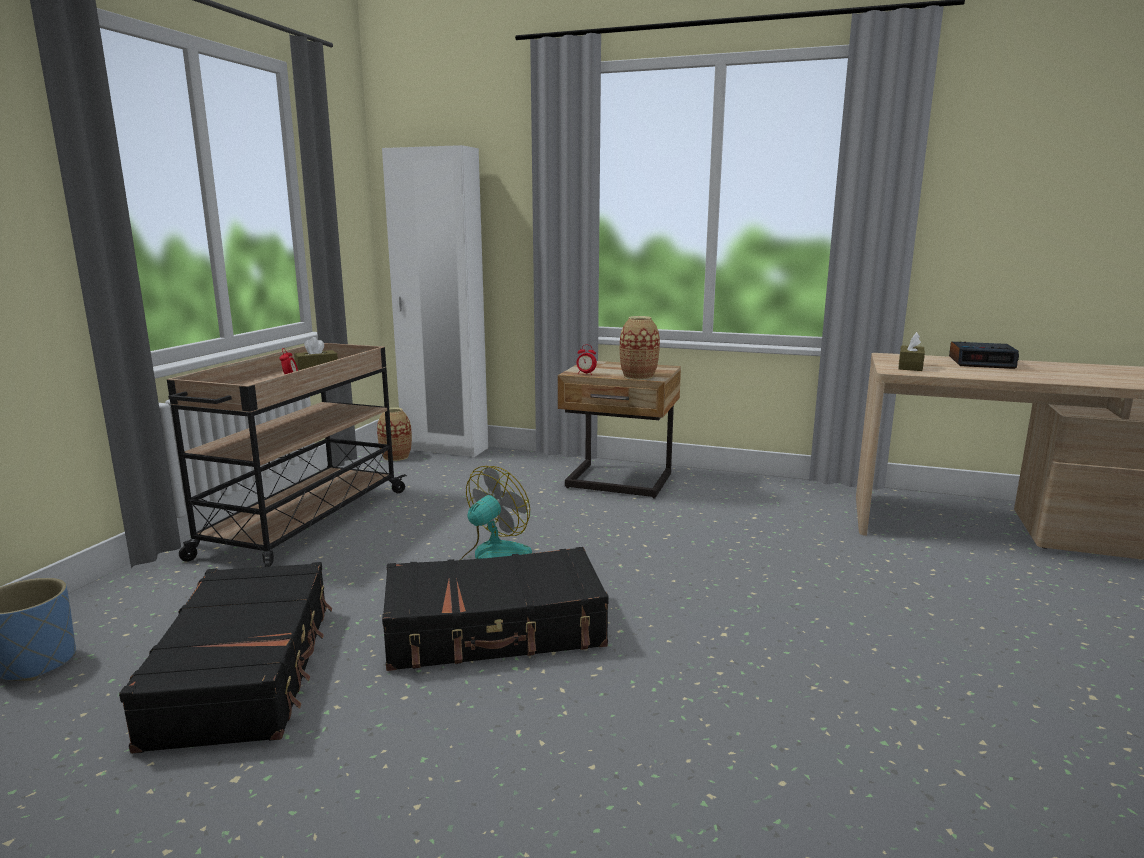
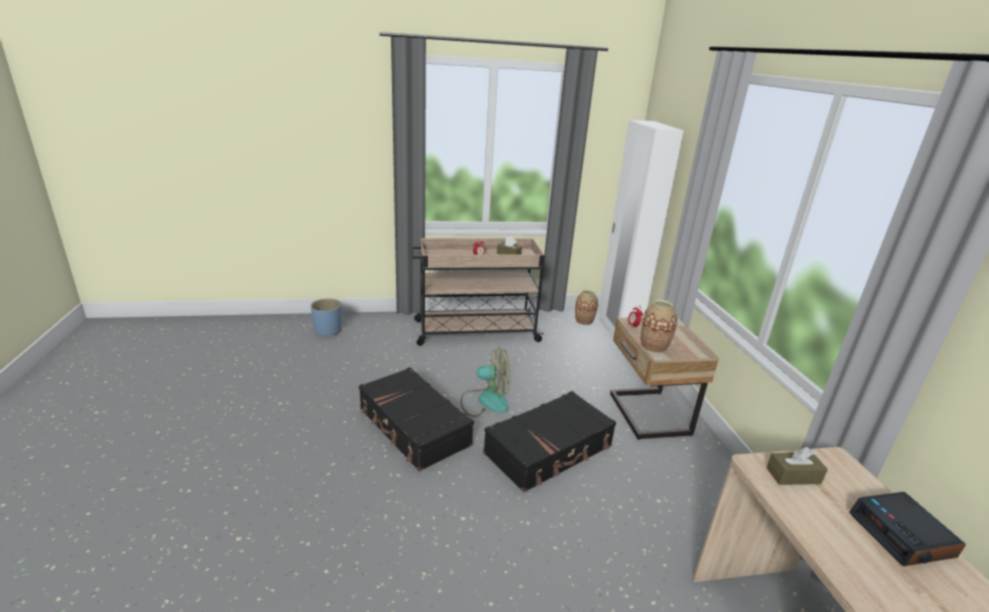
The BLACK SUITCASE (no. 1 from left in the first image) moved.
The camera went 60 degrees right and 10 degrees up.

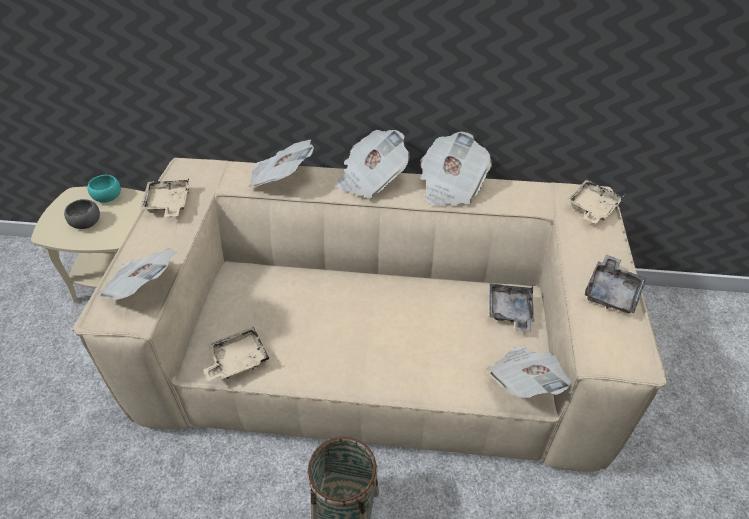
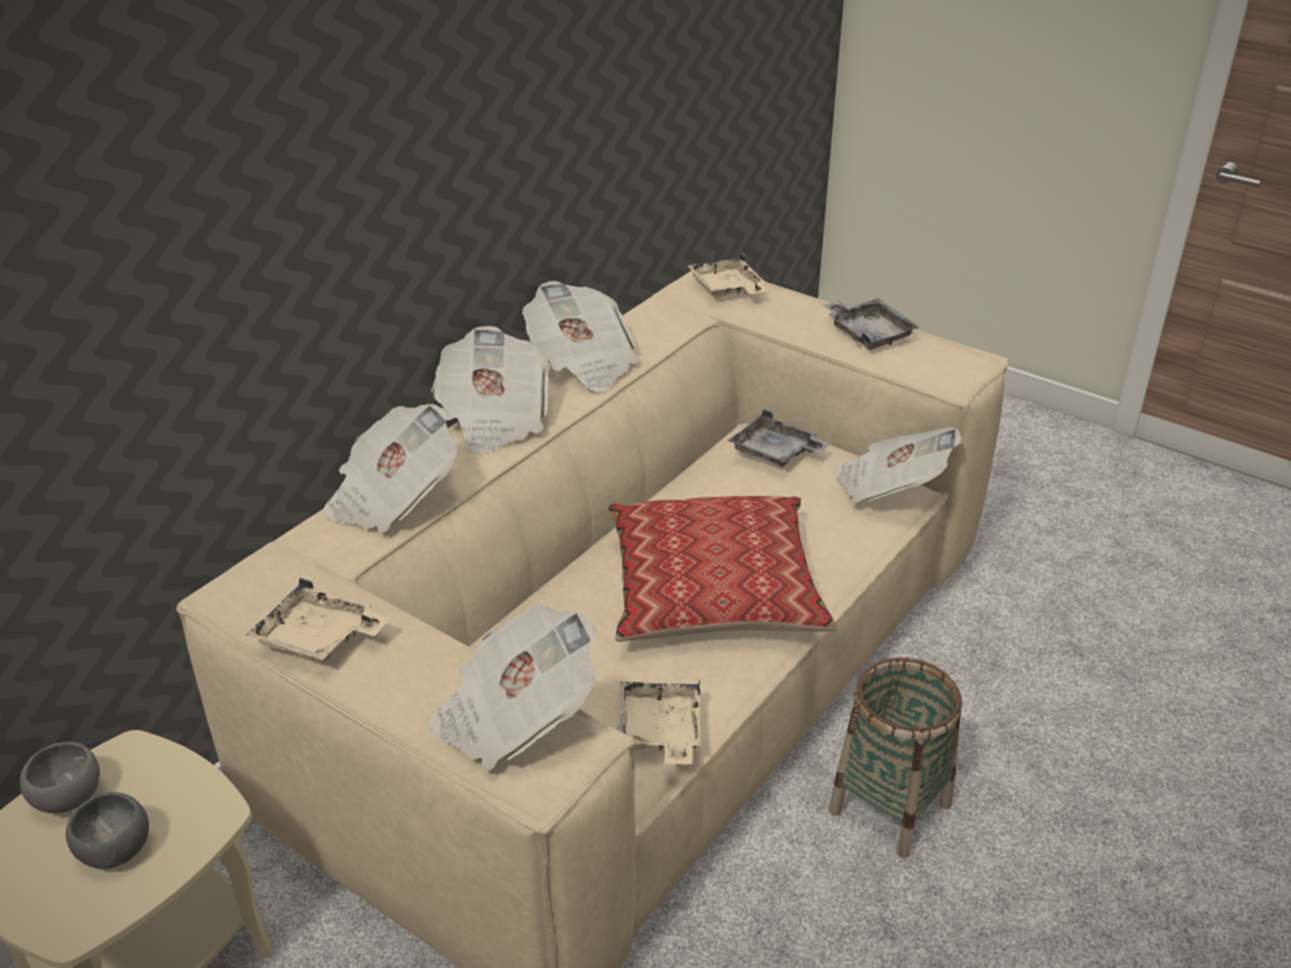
The TURQUOISE BOWL became the GREY BOWL (no. 1 from left).
The PILLOW appeared.
The camera went 60 degrees left and 10 degrees down.

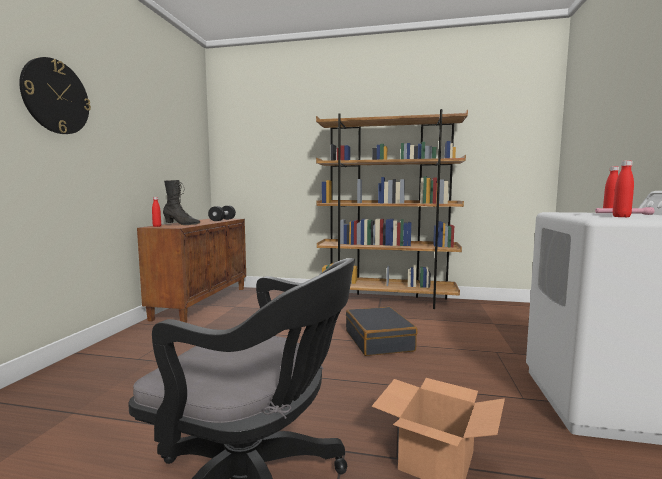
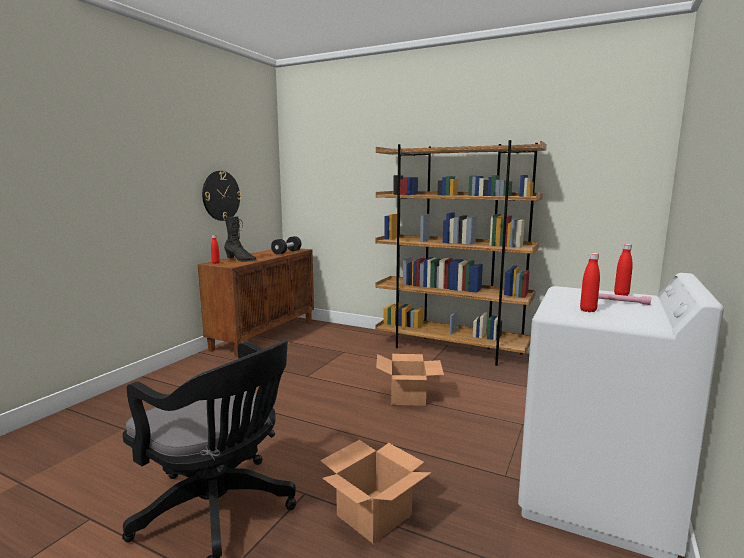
The WALL CLOCK moved.
The BLACK SUITCASE was replaced by the CARDBOARD BOX (no. 2 from left).
The camera went 15 degrees right and 5 degrees up.

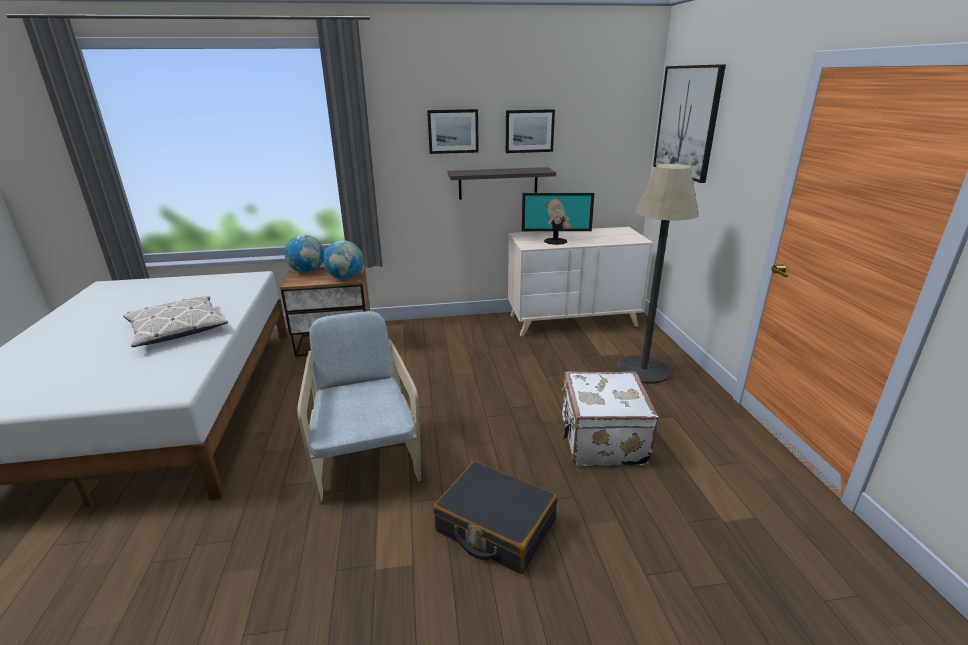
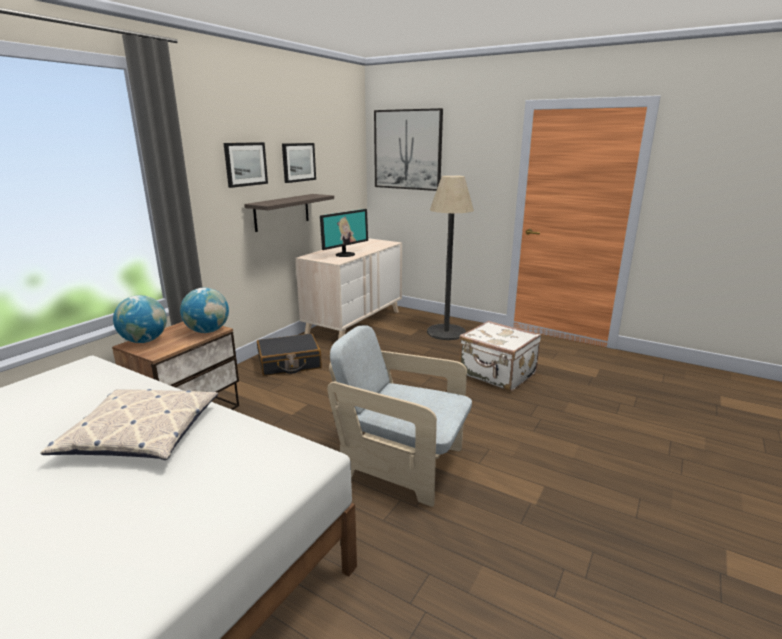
The BLACK SUITCASE moved.
The camera went 50 degrees left and 5 degrees down.

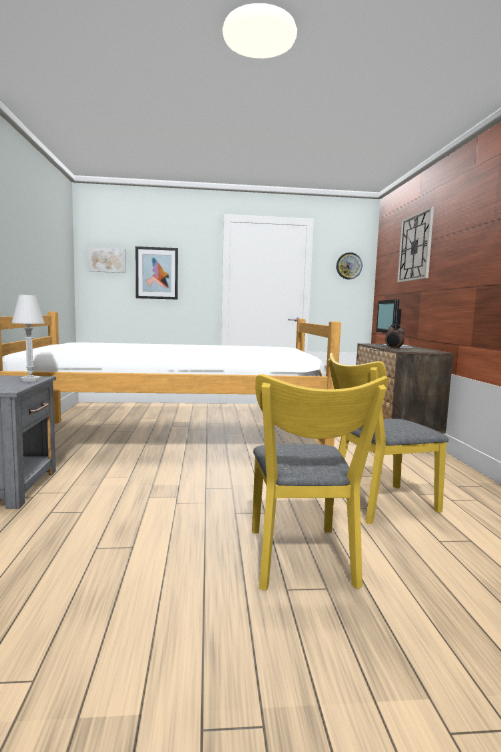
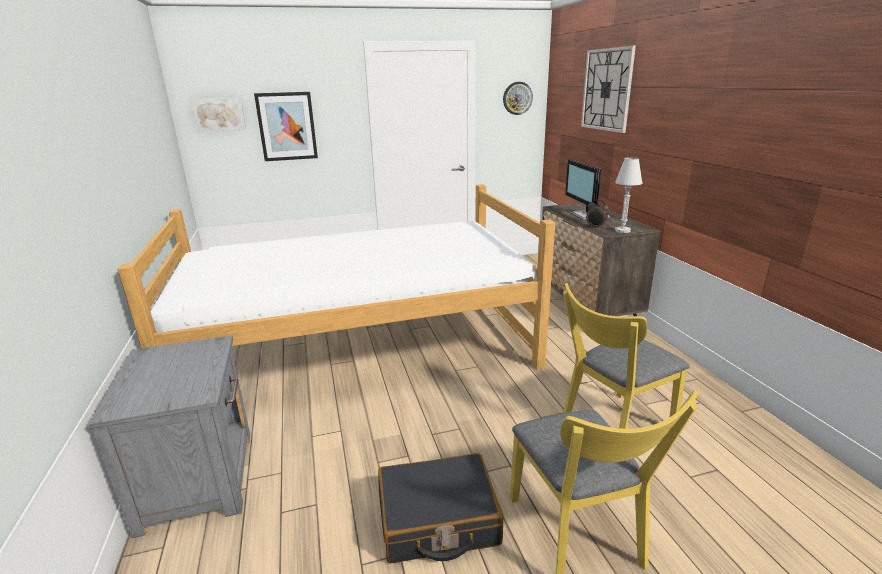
The WHITE TABLE LAMP moved.
The BLACK SUITCASE appeared.
The camera went 10 degrees left and 15 degrees up.

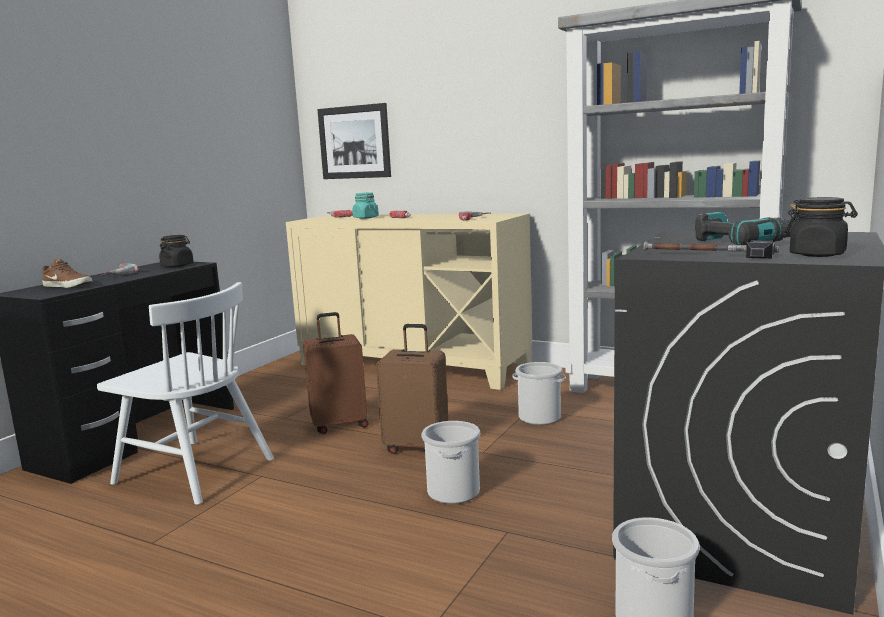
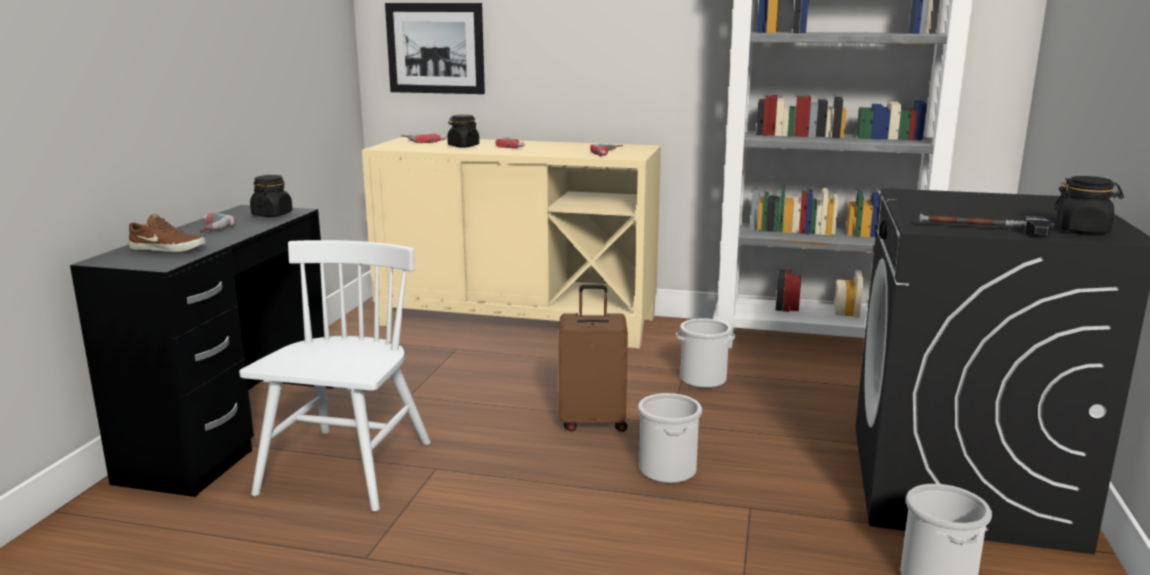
The WHITE CHAIR turned 90 degrees counterclockwise.
The BROWN SUITCASE (no. 1 from left) disappeared.
The TURQUOISE JAR became the BLACK JAR (no. 2 from left).
The POWER DRILL (no. 5 from left) disappeared.
The camera went 15 degrees left and 5 degrees up.

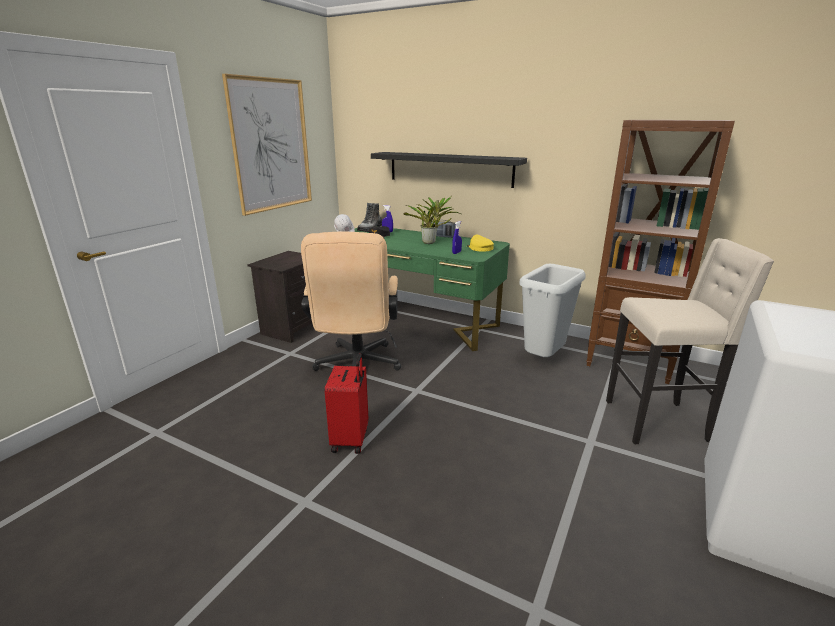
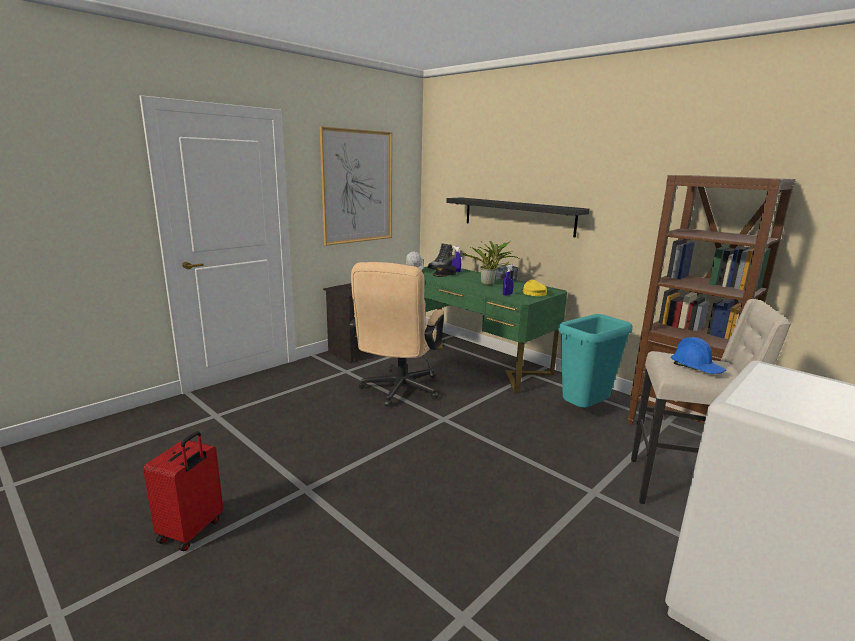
The RED SUITCASE moved.
The GREY TRASH CAN became the TURQUOISE TRASH CAN.
The BLUE HARD HAT appeared.
The camera went 15 degrees right and 5 degrees down.

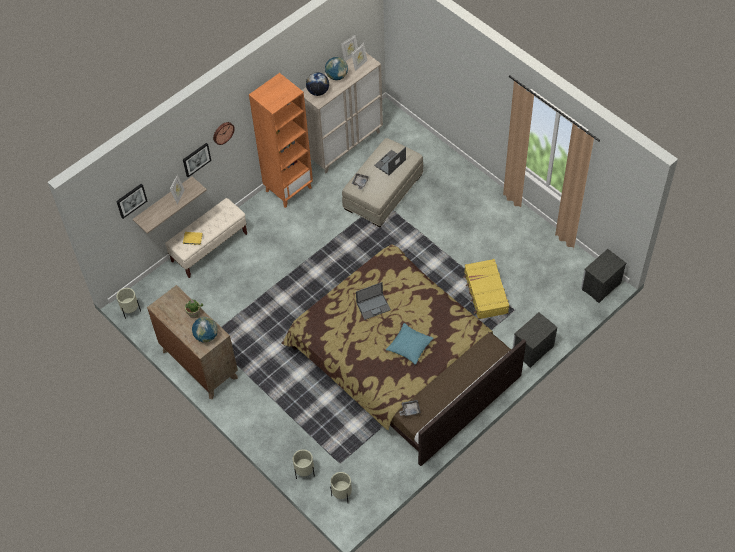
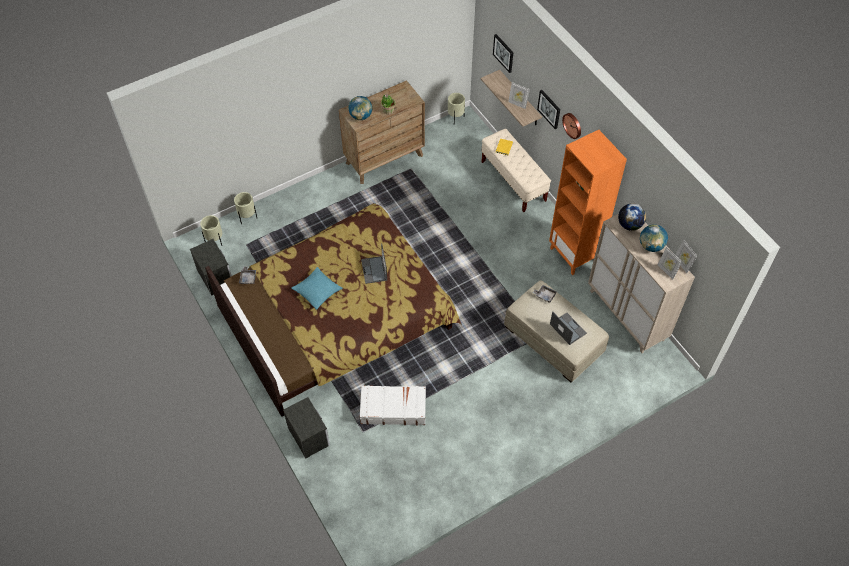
The YELLOW SUITCASE became the WHITE SUITCASE.
The NIGHTSTAND (no. 2 from left in the first image) moved.
The camera went 100 degrees right and 0 degrees up.

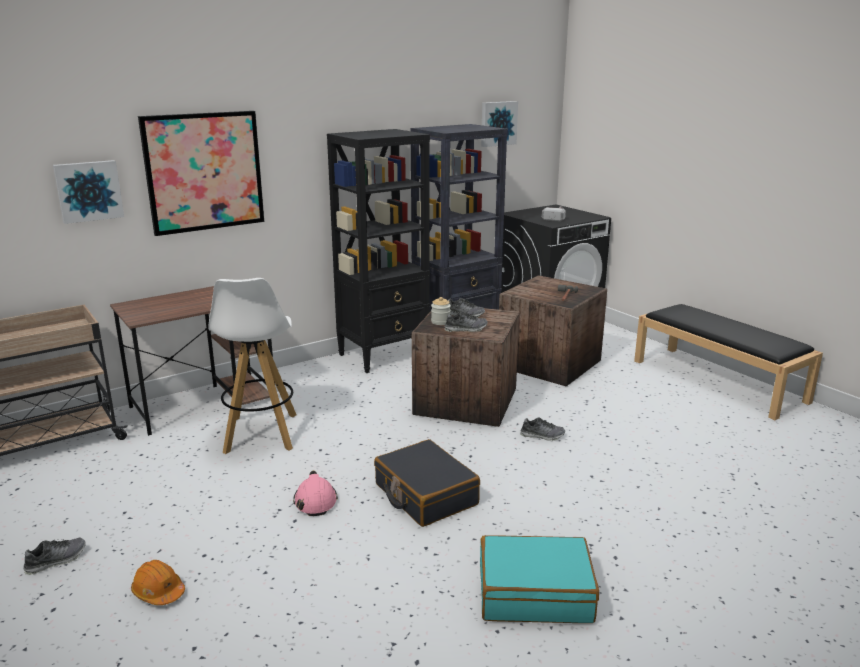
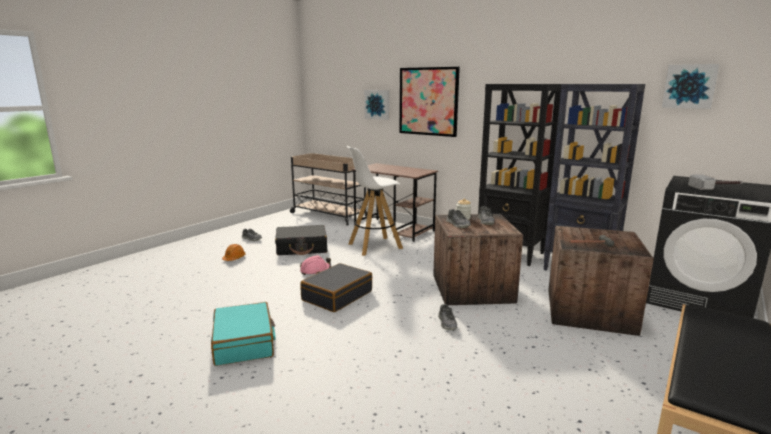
The BLACK SUITCASE (no. 1 from left) appeared.
The camera went 70 degrees right and 5 degrees down.

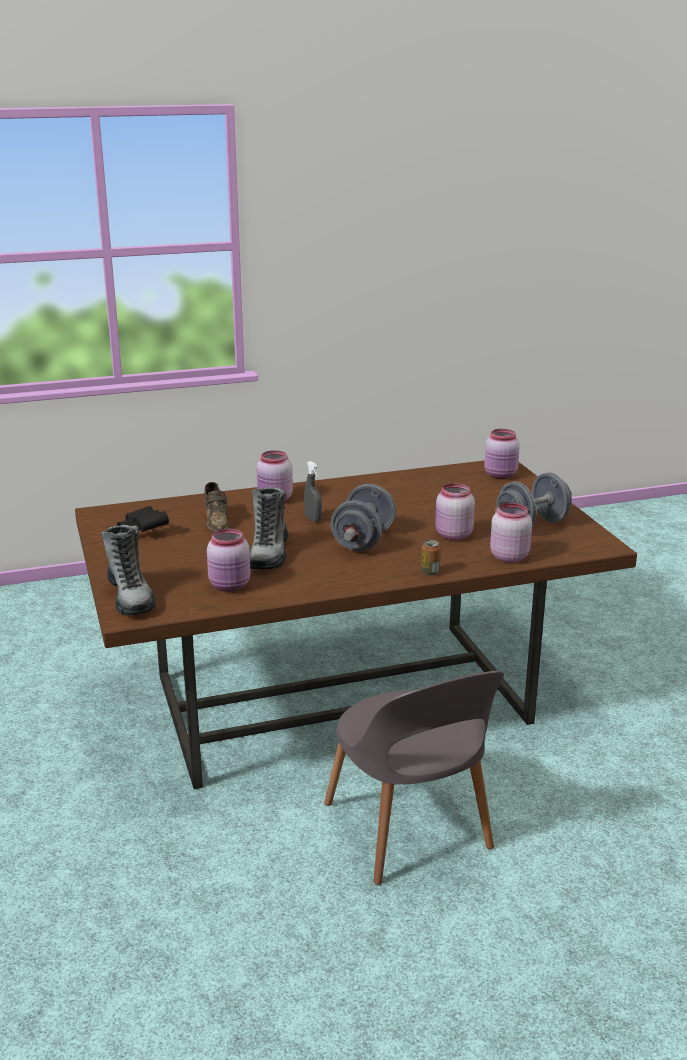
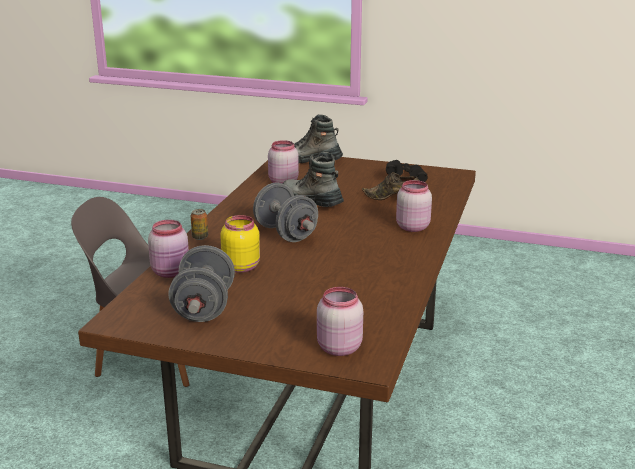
The GREY SPRAY BOTTLE disappeared.
The PINK JAR (no. 3 from left) became the YELLOW JAR.
The camera went 125 degrees right and 0 degrees up.

